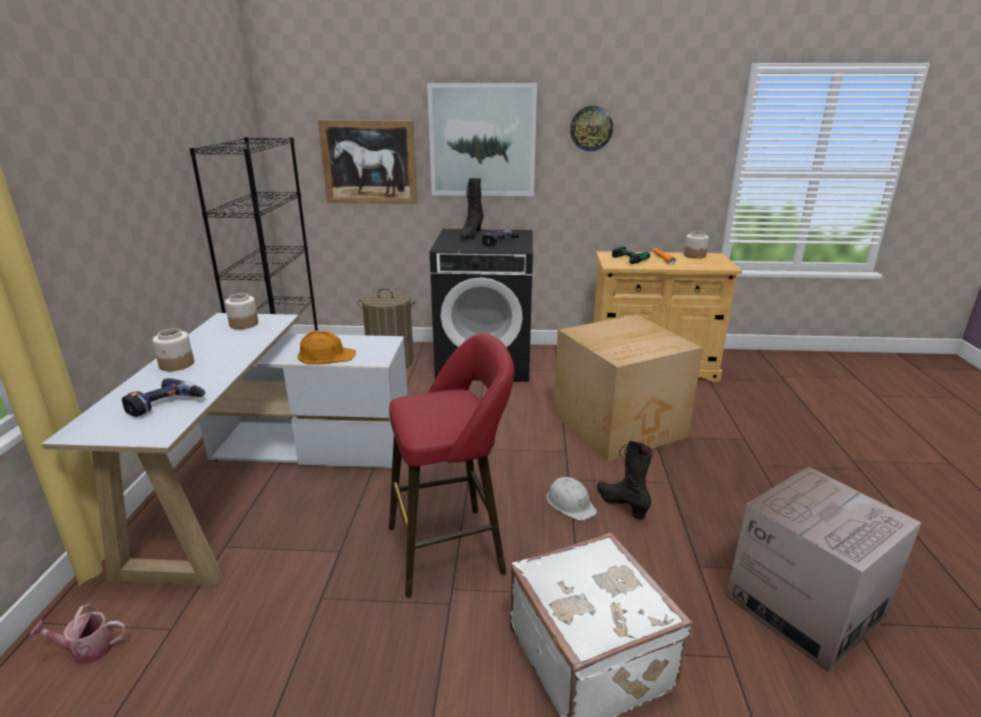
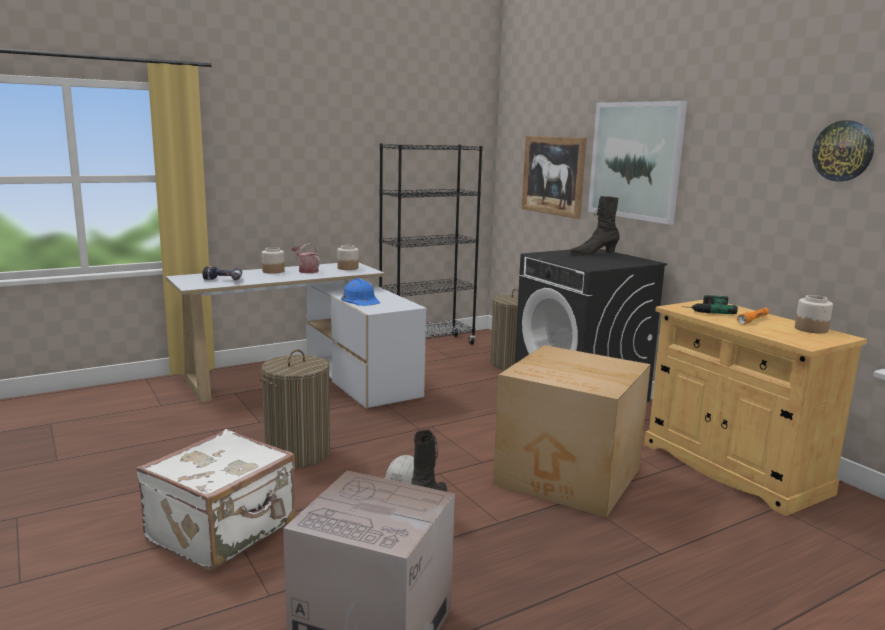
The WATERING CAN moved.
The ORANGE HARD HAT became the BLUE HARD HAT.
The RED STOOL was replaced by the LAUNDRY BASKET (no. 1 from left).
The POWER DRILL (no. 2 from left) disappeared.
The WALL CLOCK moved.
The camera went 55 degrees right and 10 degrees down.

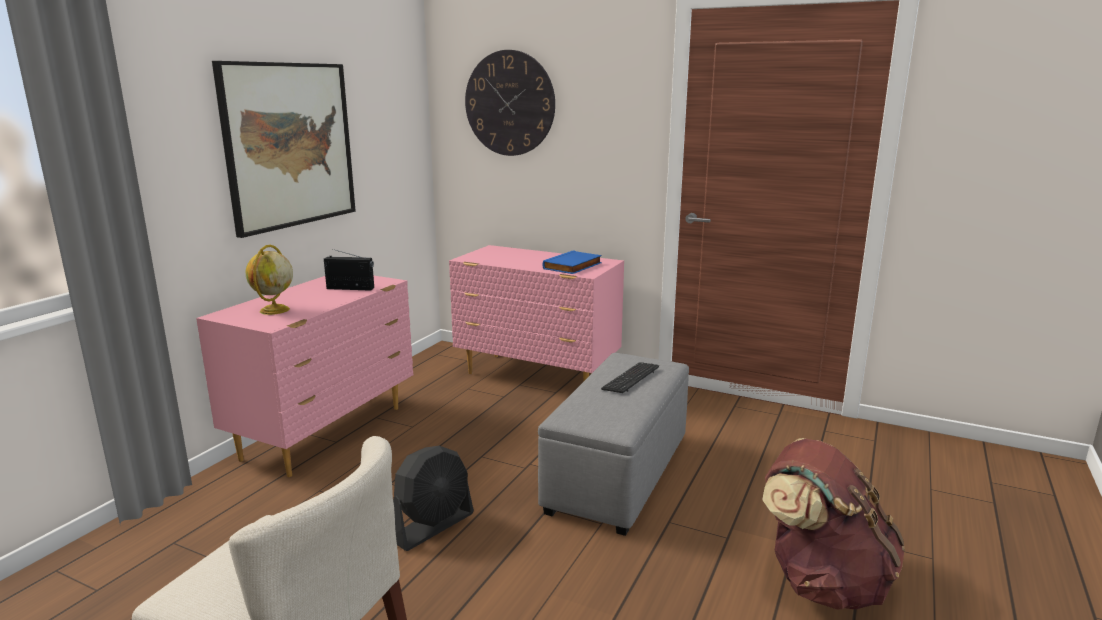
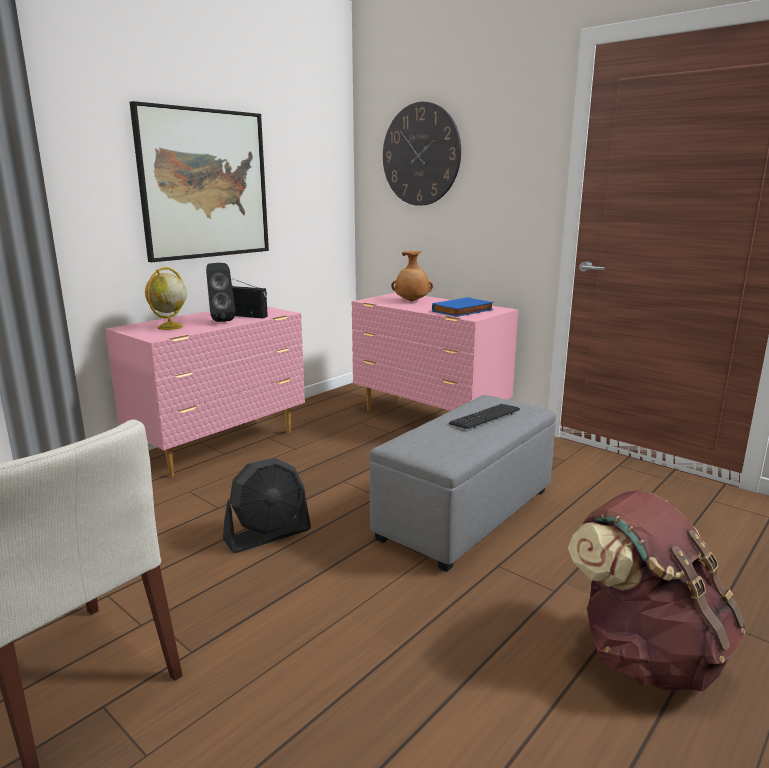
The BLACK SPEAKER appeared.
The BROWN VASE appeared.
The camera went 15 degrees right and 0 degrees up.

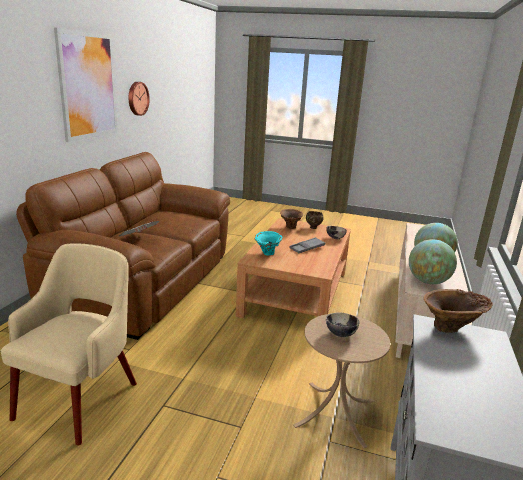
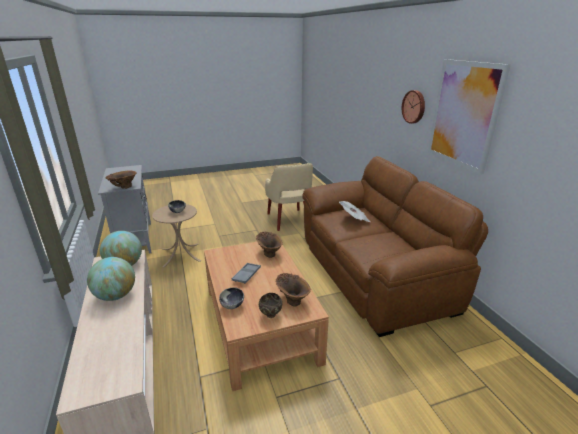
The WALL CLOCK moved.
The TURQUOISE VASE became the BROWN VASE (no. 2 from left).
The camera went 145 degrees right and 5 degrees up.

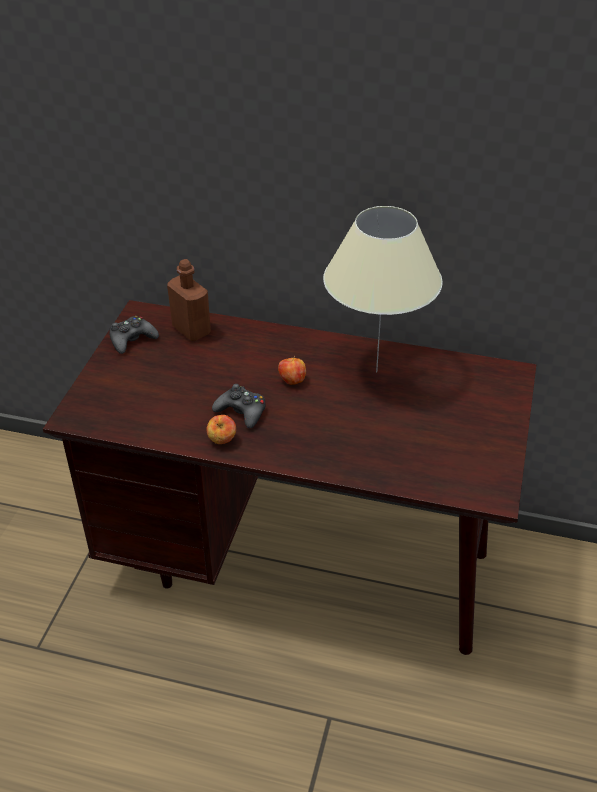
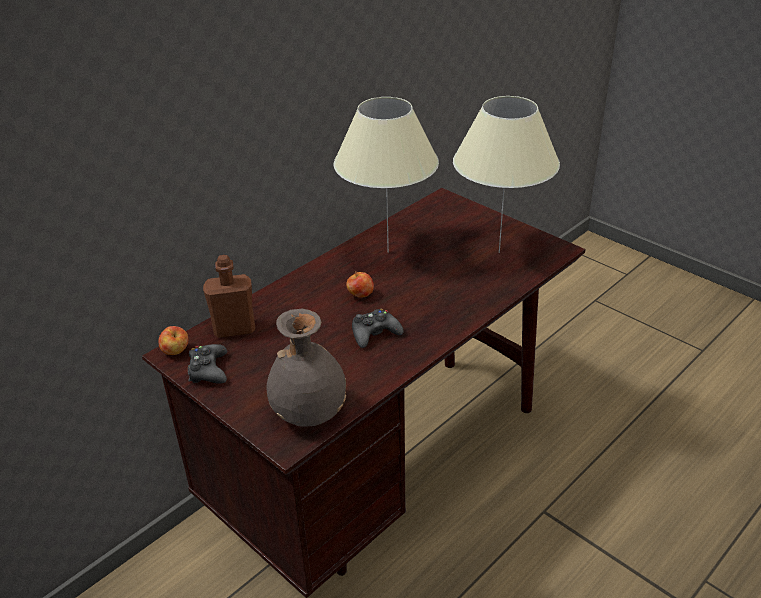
The APPLE (no. 1 from left) moved.
The GREY VASE appeared.
The BEIGE TABLE LAMP (no. 2 from left) appeared.
The camera went 60 degrees left and 5 degrees down.

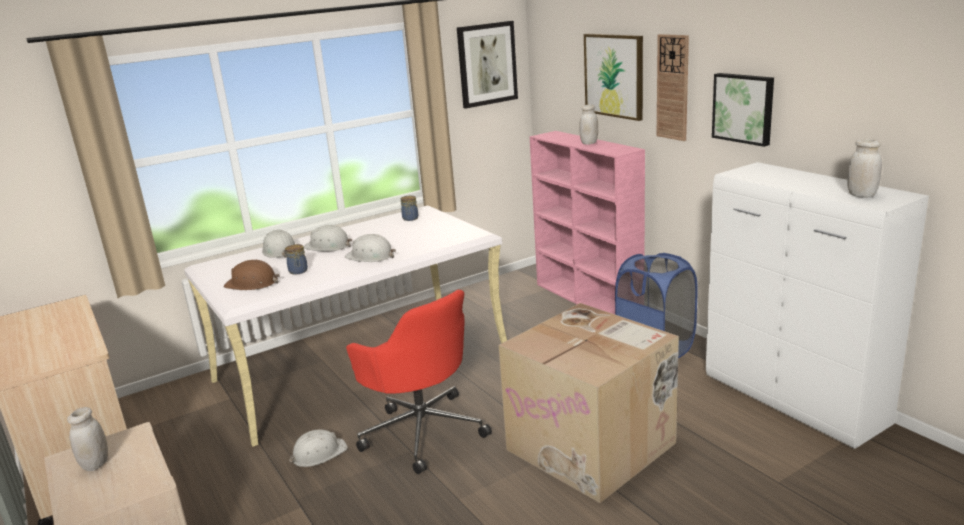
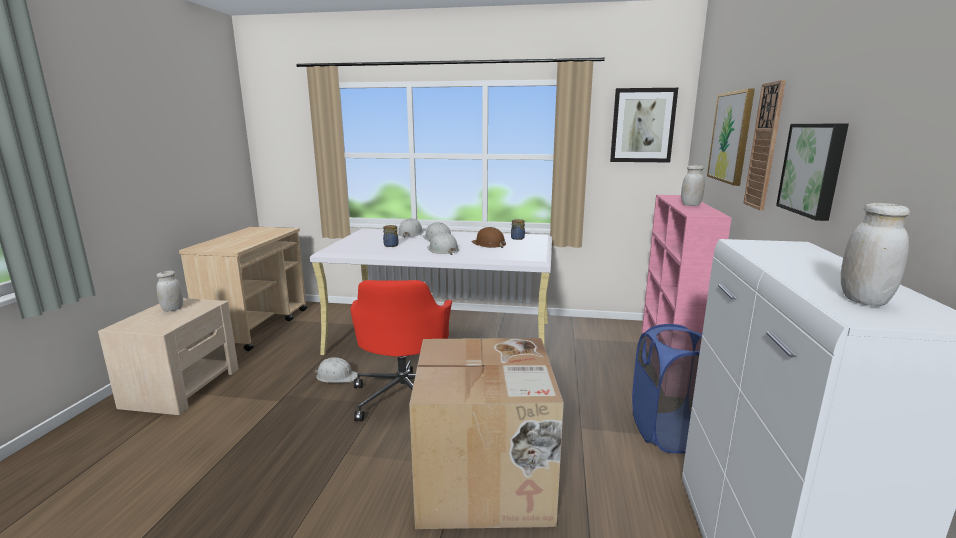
The BROWN HARD HAT moved.
The camera went 40 degrees right and 5 degrees down.

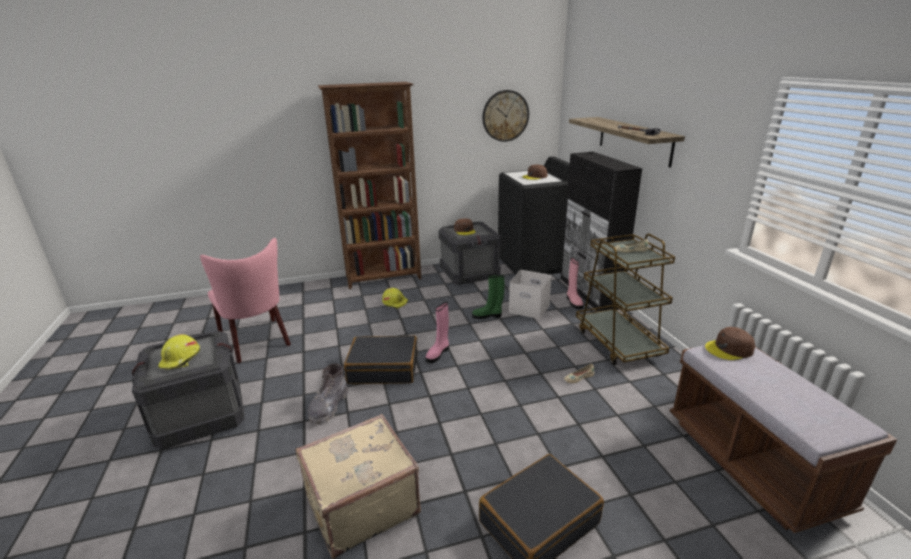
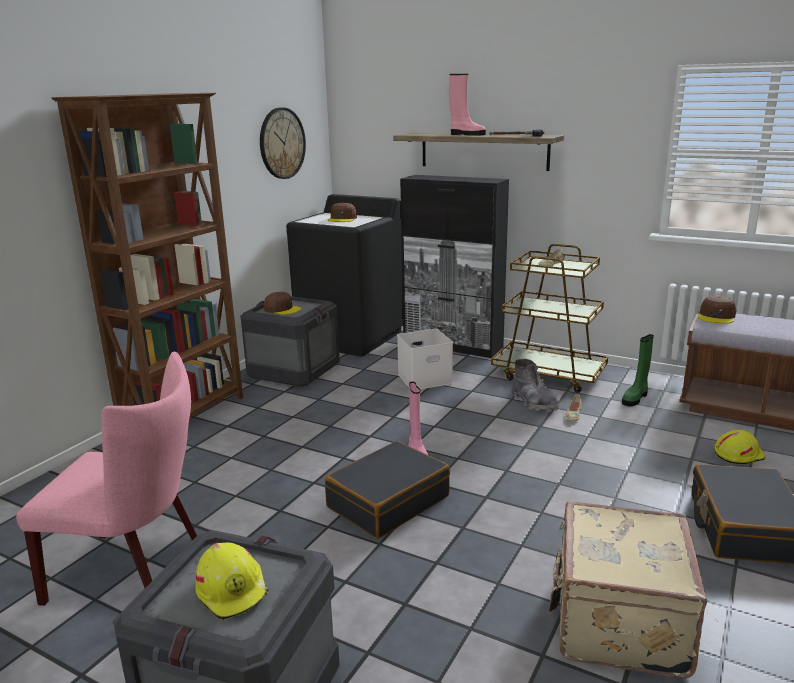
The GREY BOOT moved.
The YELLOW HARD HAT (no. 2 from left) moved.
The GREEN BOOT moved.
The PINK BOOT (no. 2 from left) moved.
The camera went 45 degrees left and 5 degrees down.

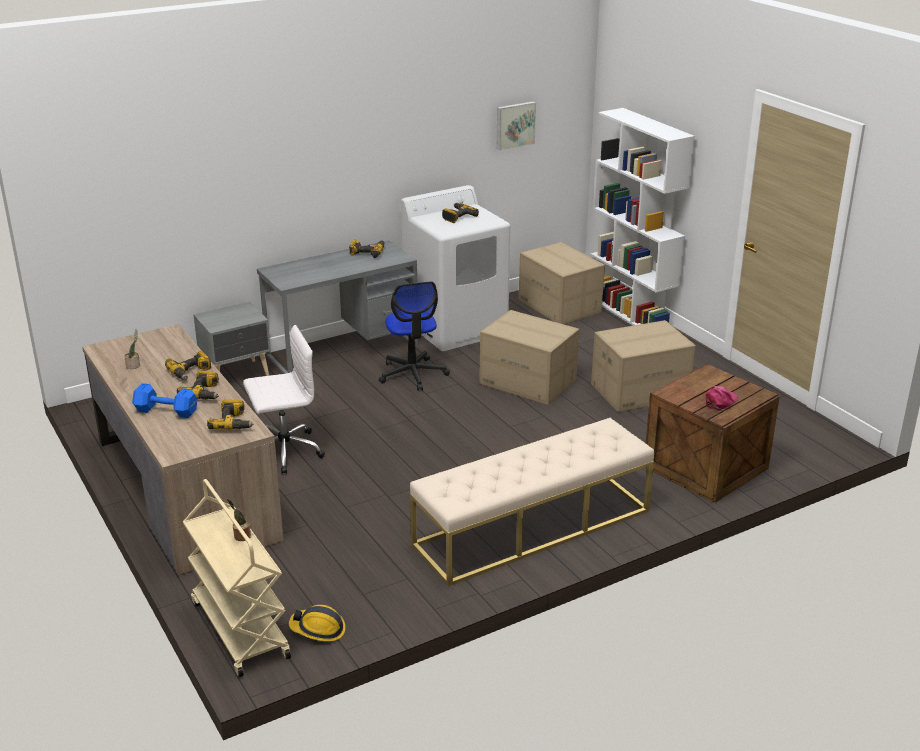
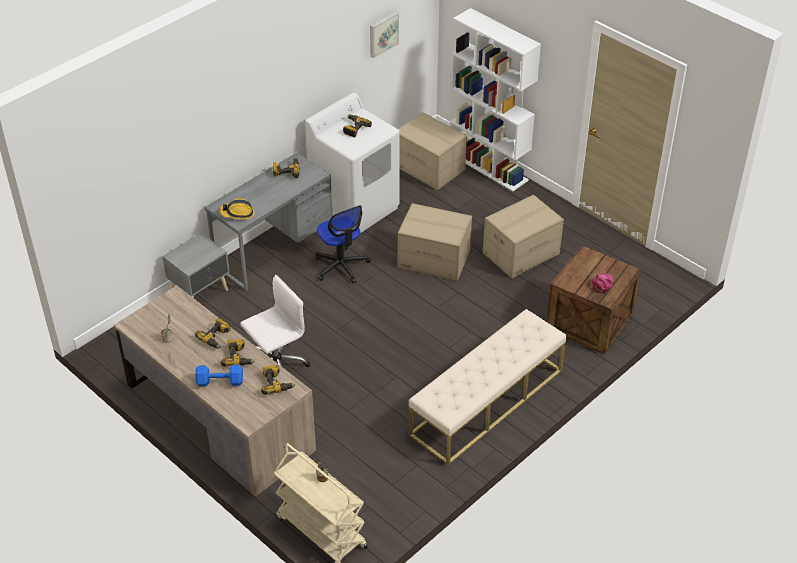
The HARD HAT moved.
The camera went 15 degrees left and 15 degrees up.

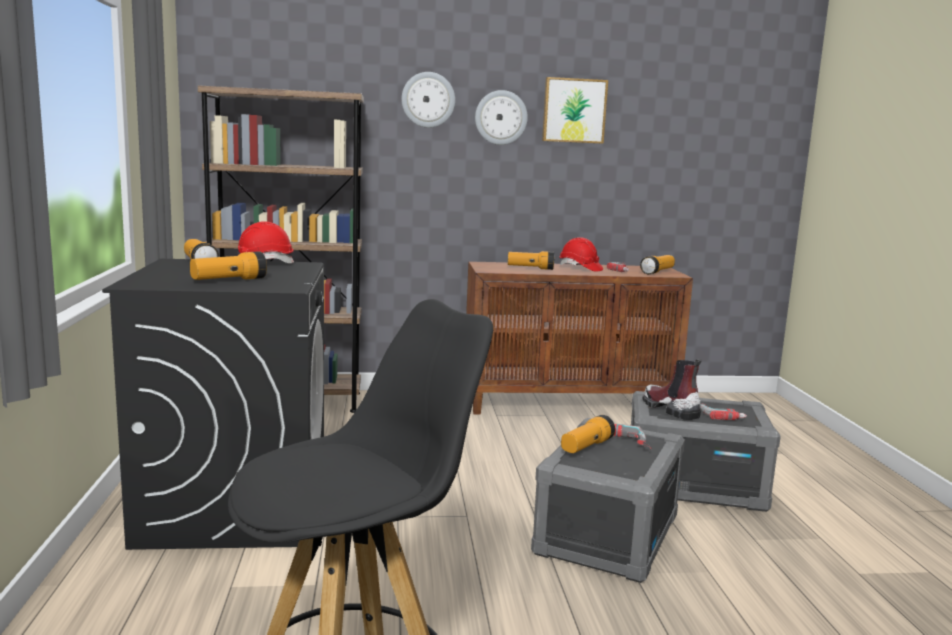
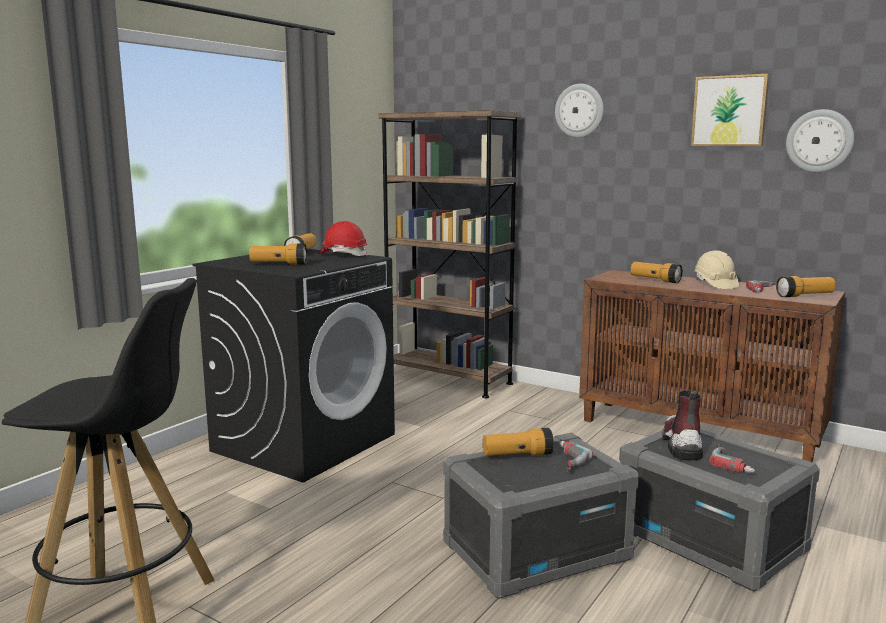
The WALL CLOCK (no. 2 from left) moved.
The RED HARD HAT (no. 2 from left) became the BEIGE HARD HAT.
The camera went 40 degrees right and 0 degrees up.

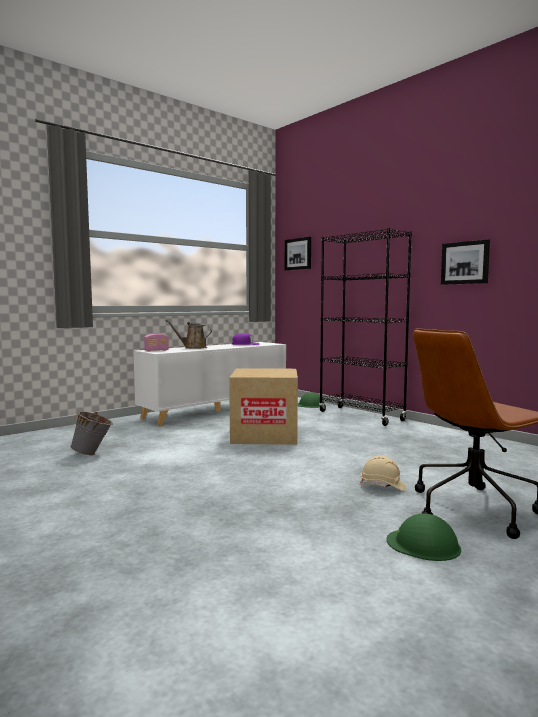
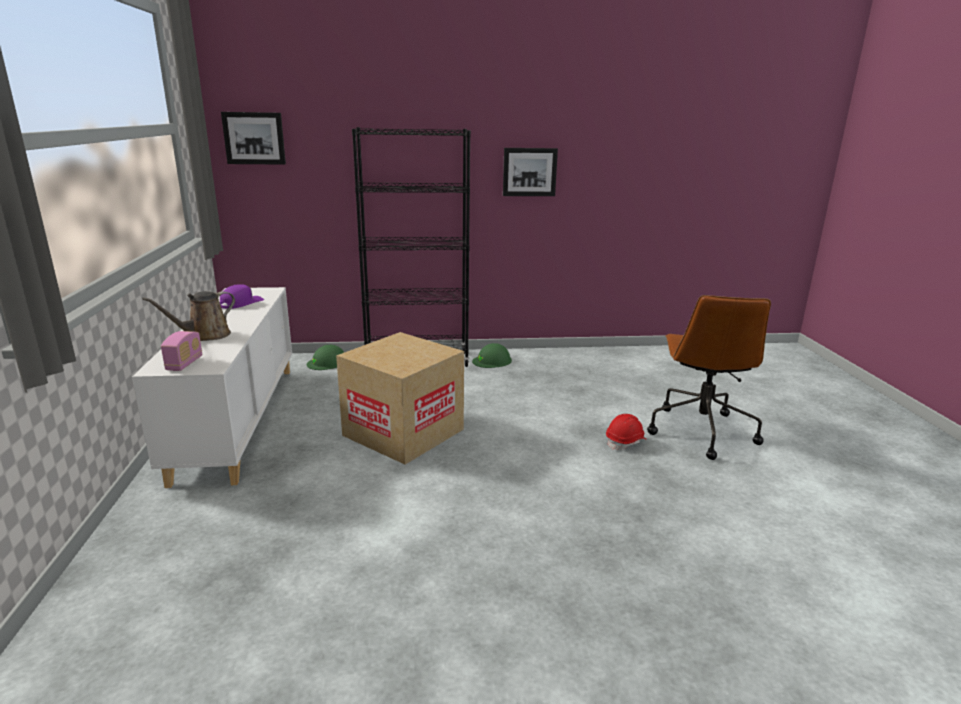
The GREY BUCKET disappeared.
The BEIGE HARD HAT became the RED HARD HAT.
The GREEN HARD HAT (no. 2 from left) moved.
The camera went 55 degrees left and 15 degrees up.

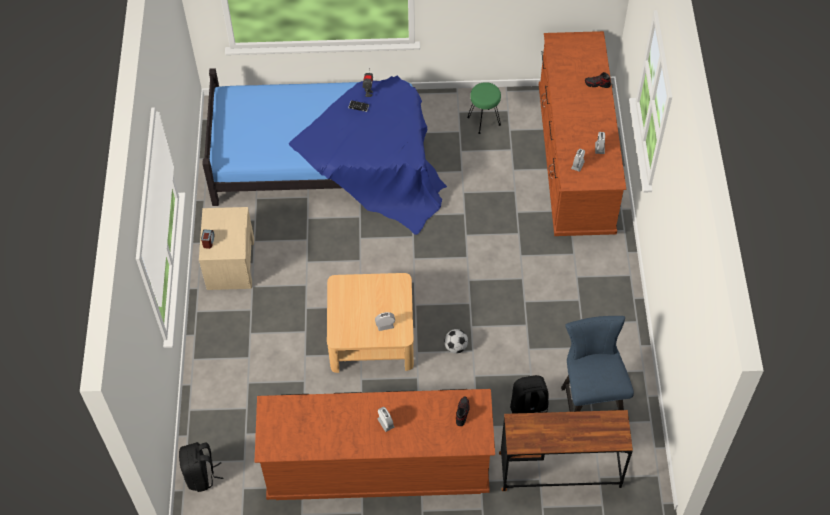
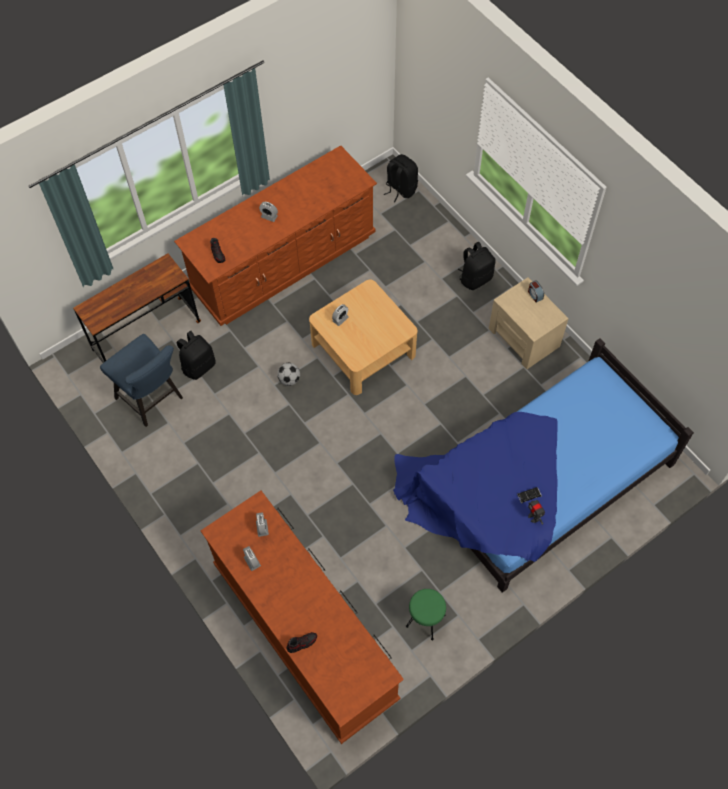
The BLACK BACKPACK (no. 3 from left) appeared.
The camera went 145 degrees right and 5 degrees up.

